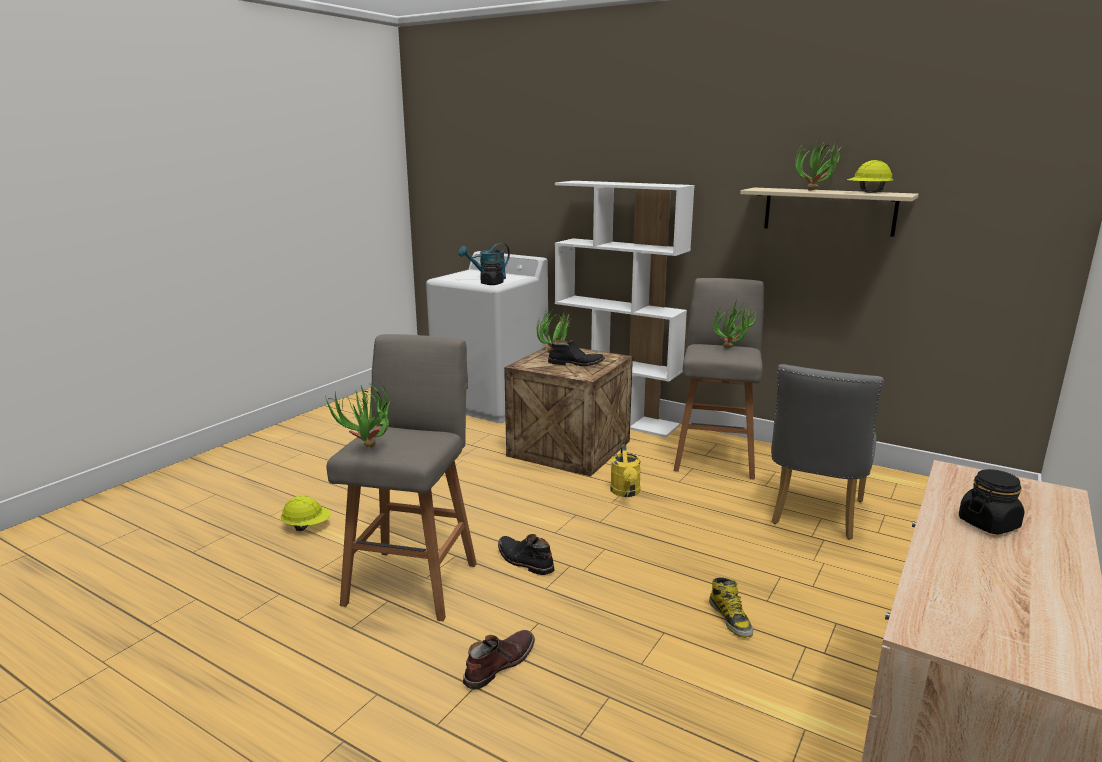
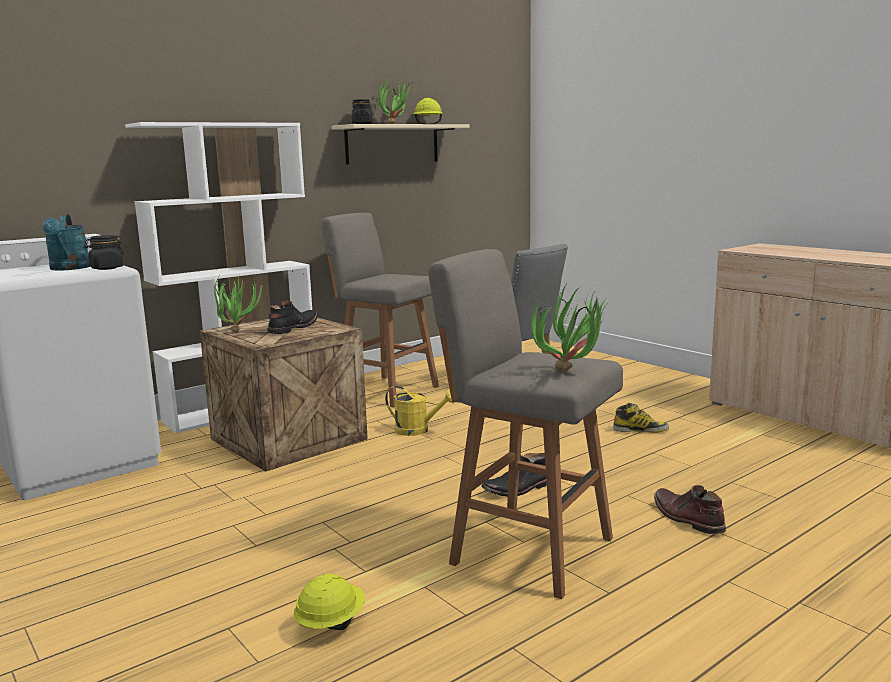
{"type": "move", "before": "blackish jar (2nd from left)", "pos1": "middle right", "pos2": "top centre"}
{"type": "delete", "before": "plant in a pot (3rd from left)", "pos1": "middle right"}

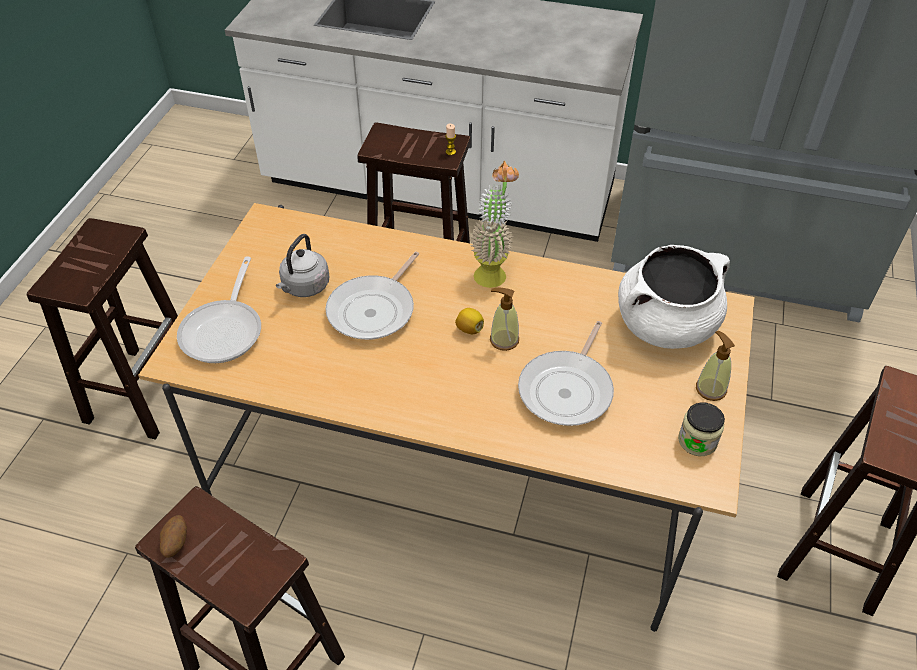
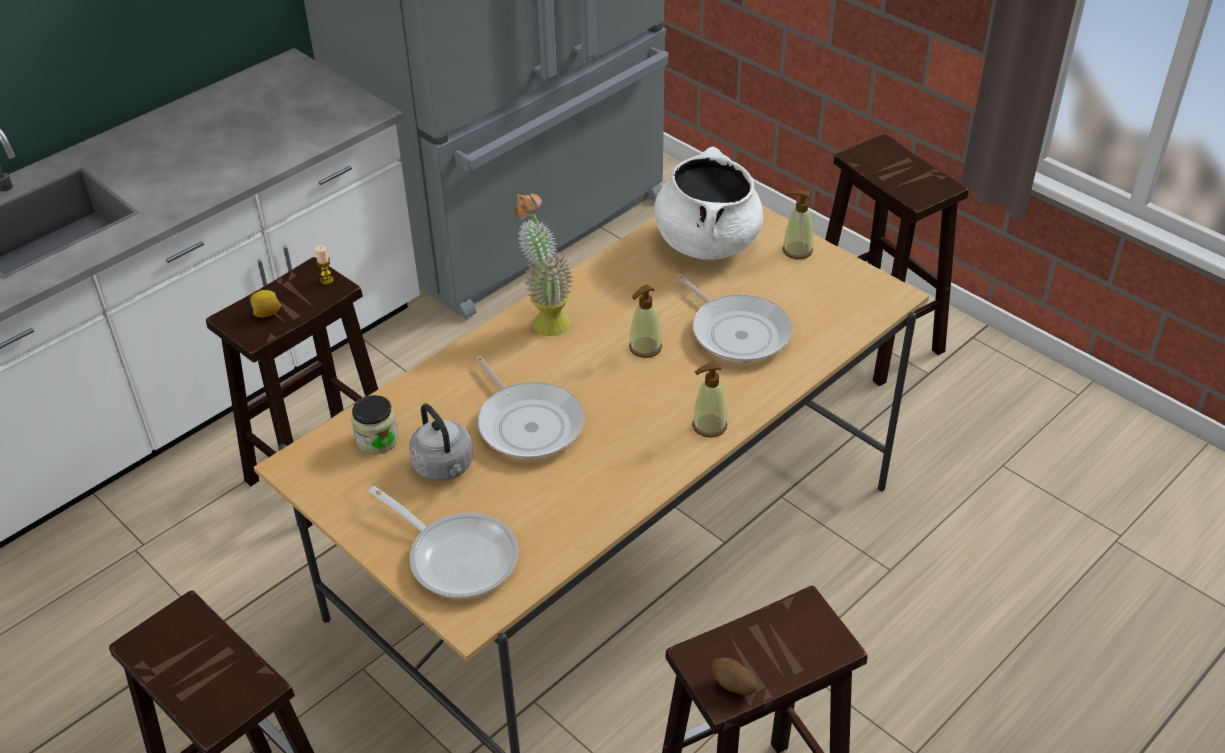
{"type": "move", "before": "lemon", "pos1": "centre", "pos2": "middle left"}
{"type": "move", "before": "jar", "pos1": "middle right", "pos2": "middle left"}
{"type": "insert", "after": "soap dispenser (2nd from left)", "pos2": "centre"}

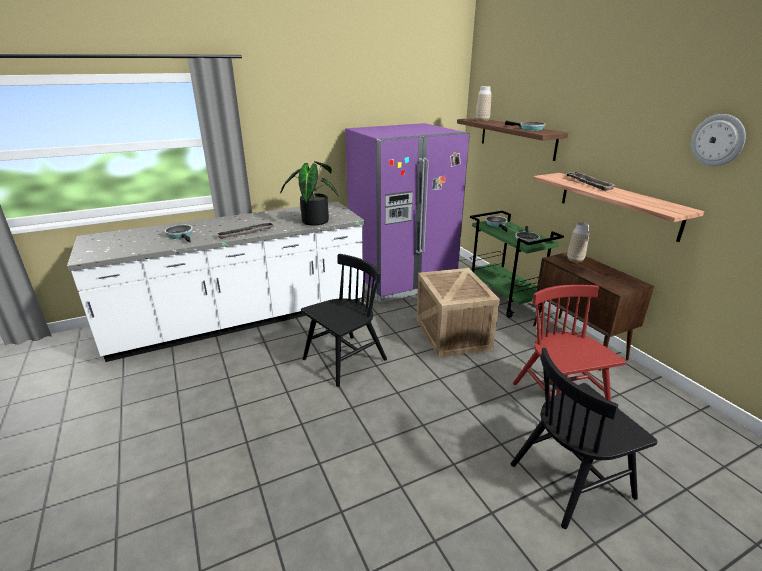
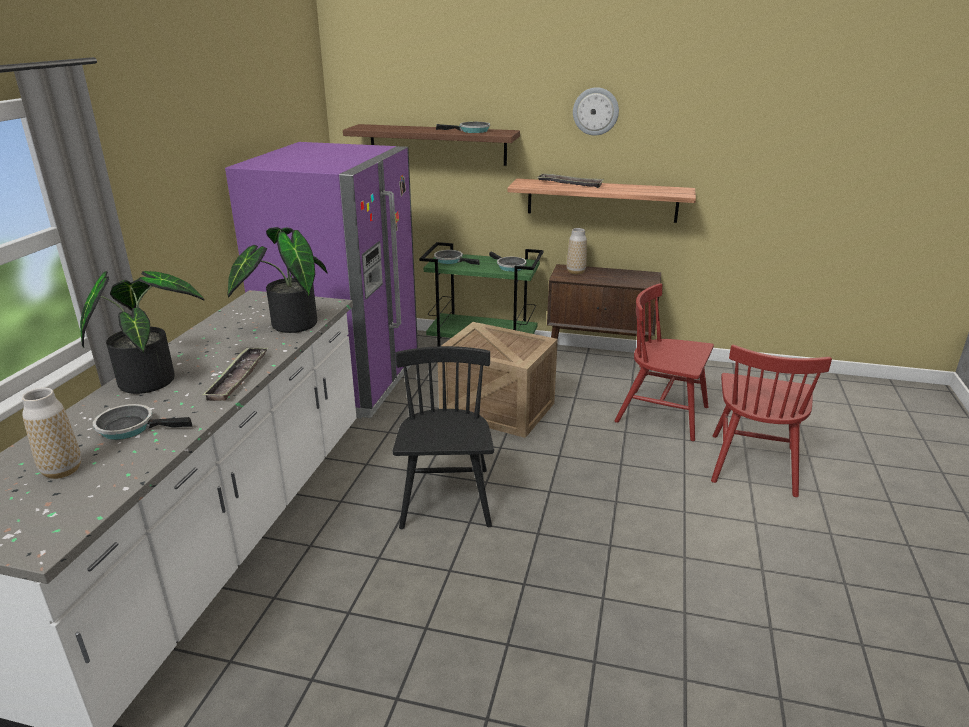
{"type": "move", "before": "flower vase (1st from left)", "pos1": "top centre", "pos2": "middle left"}
{"type": "insert", "after": "plant in a pot (1st from left)", "pos2": "middle left"}
{"type": "move", "before": "clock on the wall", "pos1": "top right", "pos2": "top centre"}
{"type": "recolor", "before": "blackish chair (2nd from left)", "after": "red-coloured chair (2nd from left)", "pos1": "bottom right", "pos2": "middle right"}

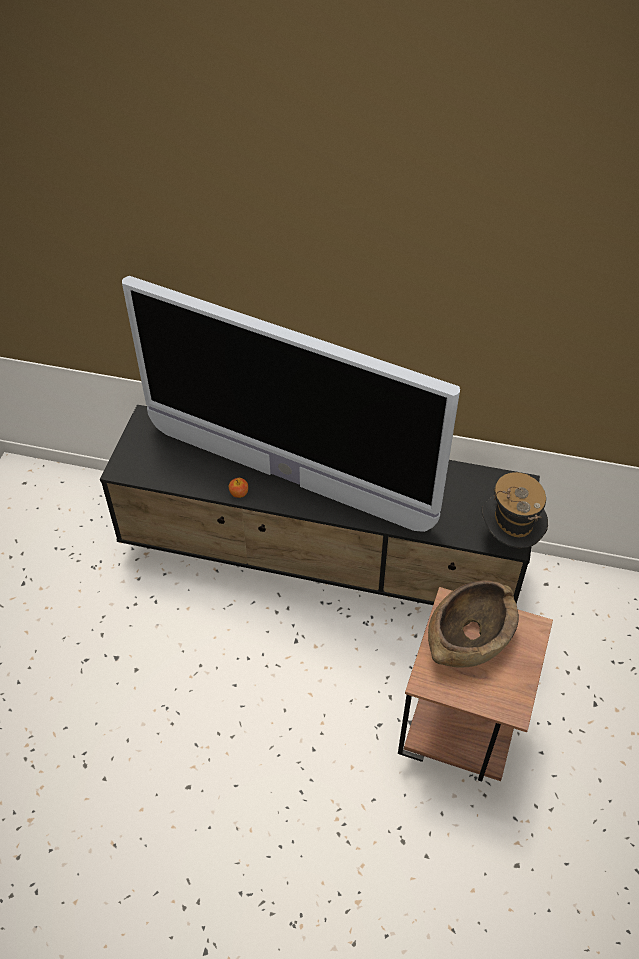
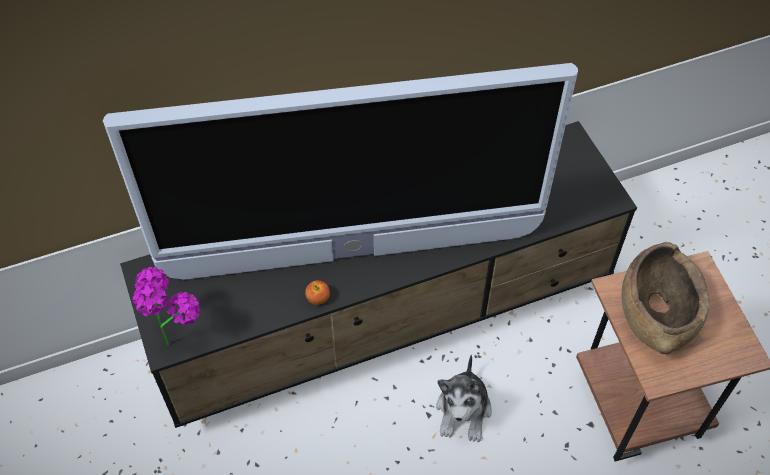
{"type": "insert", "after": "plant in a pot", "pos2": "middle left"}
{"type": "insert", "after": "soft toy", "pos2": "bottom centre"}
{"type": "delete", "before": "wearable hat", "pos1": "middle right"}

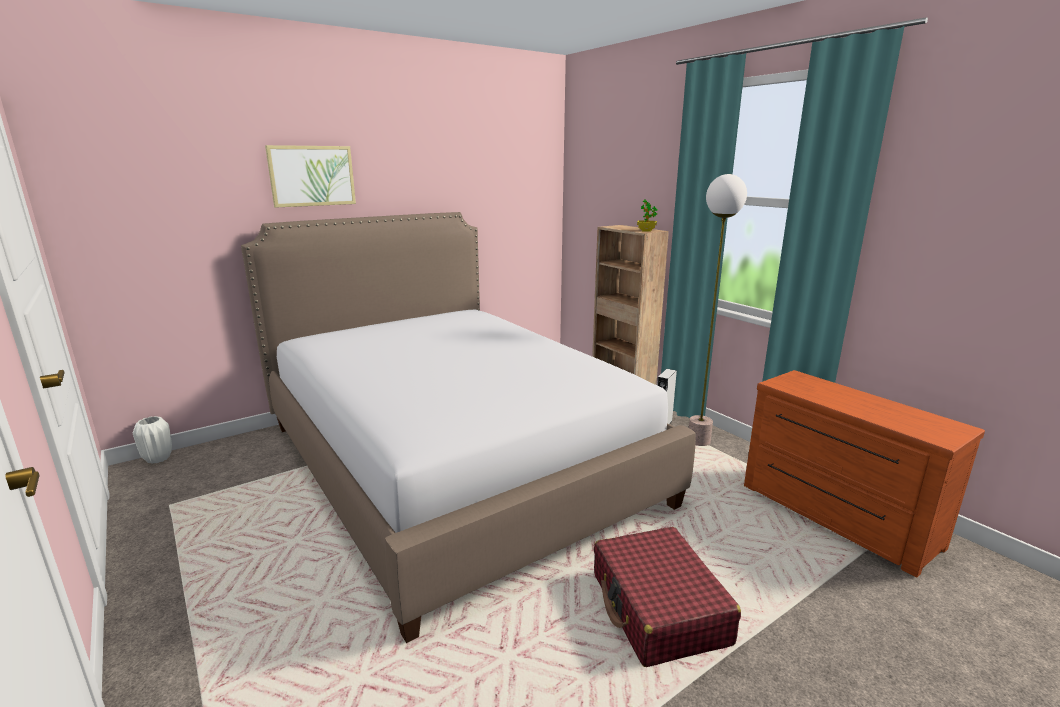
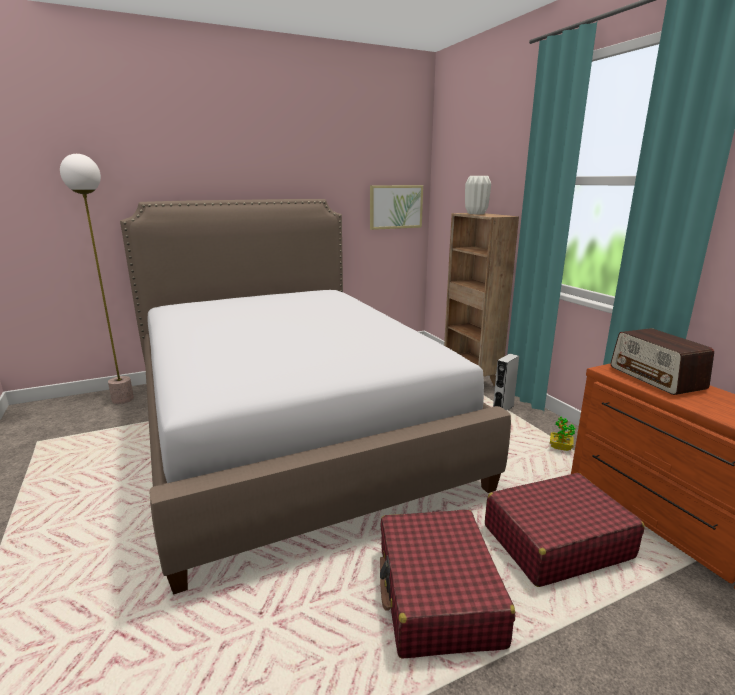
{"type": "move", "before": "standard lamp", "pos1": "middle right", "pos2": "middle left"}
{"type": "move", "before": "wall art", "pos1": "top left", "pos2": "top centre"}
{"type": "move", "before": "white-coloured flower vase", "pos1": "middle left", "pos2": "top centre"}
{"type": "insert", "after": "red-coloured travel case (2nd from left)", "pos2": "bottom right"}
{"type": "move", "before": "plant in a pot", "pos1": "top centre", "pos2": "middle right"}
{"type": "insert", "after": "radio receiver", "pos2": "middle right"}

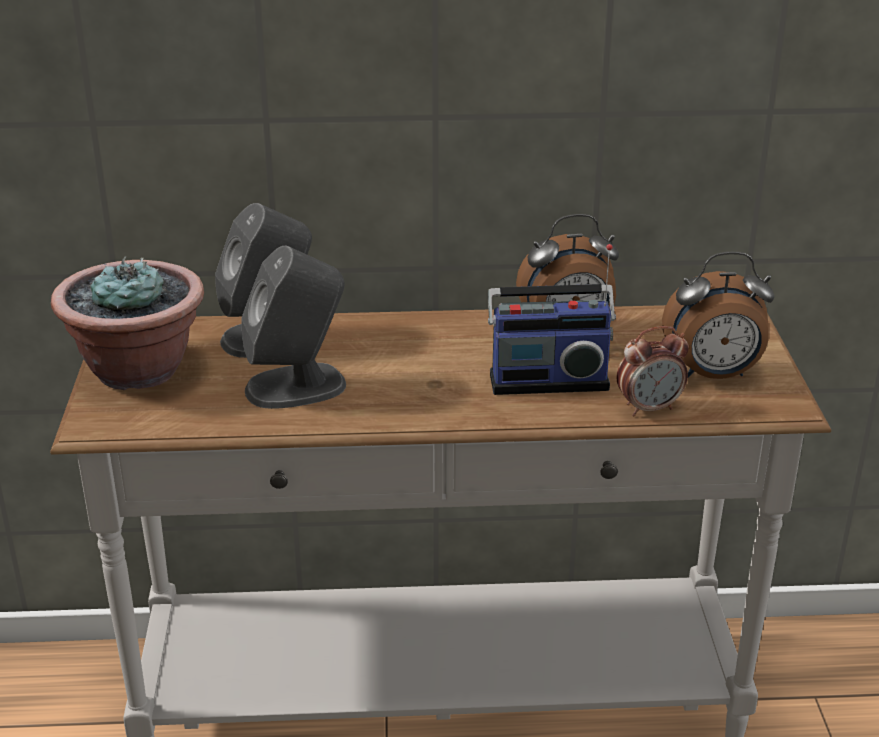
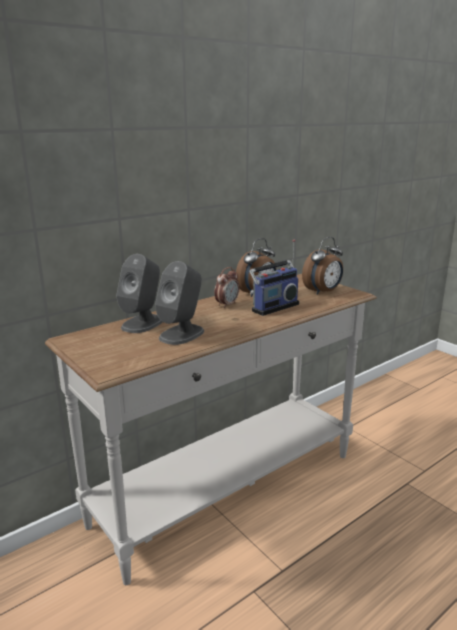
{"type": "move", "before": "bedside clock (2nd from left in the first image)", "after": "bedside clock (1st from left)", "pos1": "middle right", "pos2": "centre"}
{"type": "delete", "before": "plant in a pot", "pos1": "middle left"}

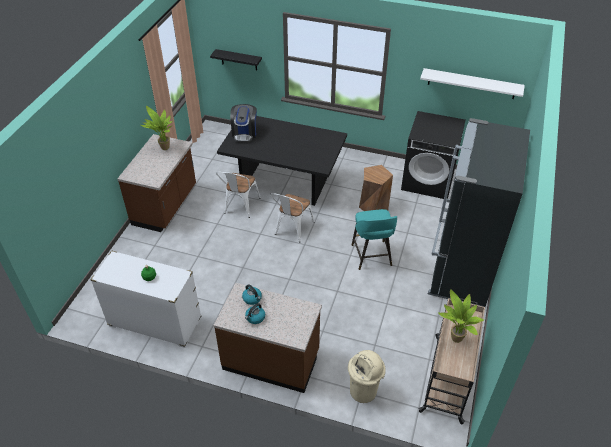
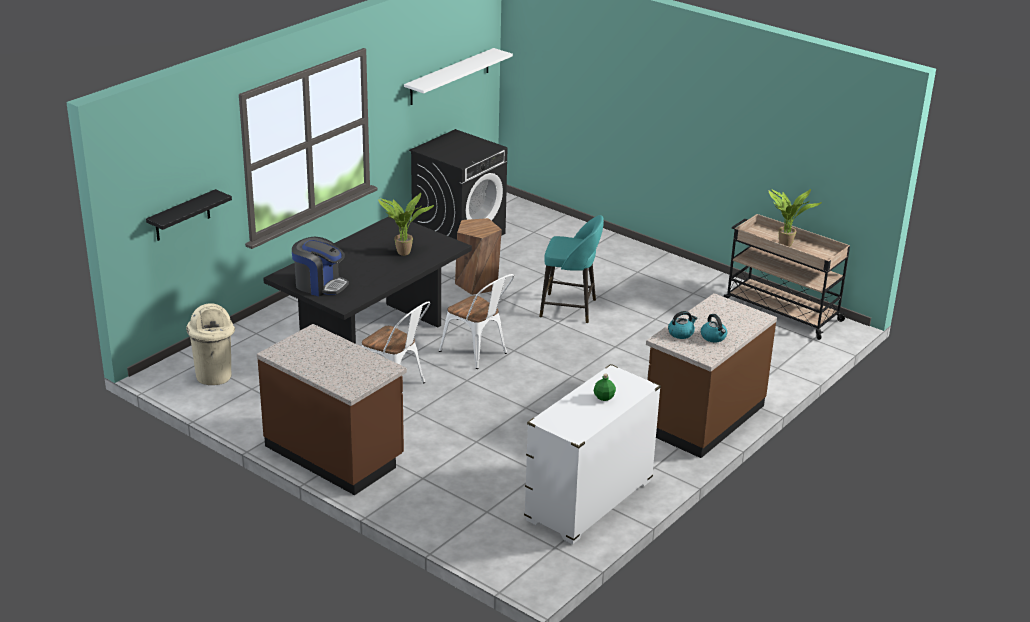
{"type": "move", "before": "beige rubbish bin", "pos1": "bottom centre", "pos2": "middle left"}
{"type": "move", "before": "plant in a pot (1st from left)", "pos1": "top left", "pos2": "centre"}
{"type": "delete", "before": "blackish kitchen fridge", "pos1": "middle right"}

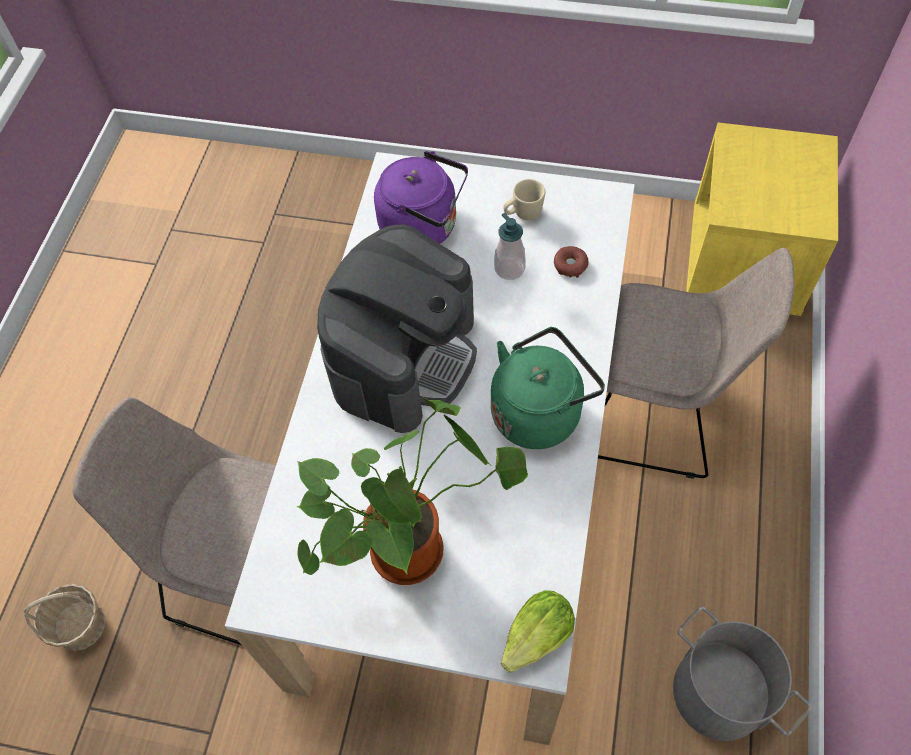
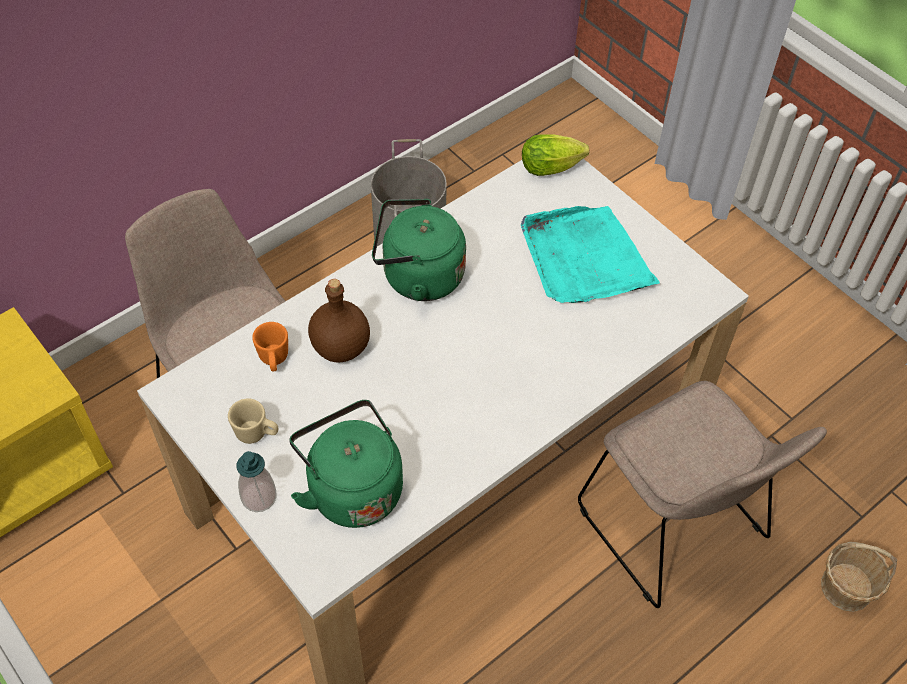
{"type": "move", "before": "soap dispenser", "pos1": "top centre", "pos2": "bottom left"}
{"type": "replace", "before": "ring doughnut", "after": "orange-coloured tea mug", "pos1": "centre", "pos2": "middle left"}
{"type": "recolor", "before": "purple tea kettle", "after": "green tea kettle (1st from left)", "pos1": "top centre", "pos2": "bottom centre"}
{"type": "insert", "after": "brownish drink bottle", "pos2": "centre"}
{"type": "replace", "before": "plant in a pot", "after": "turquoise-coloured carrying tray", "pos1": "centre", "pos2": "centre"}
{"type": "delete", "before": "coffee machine", "pos1": "centre"}

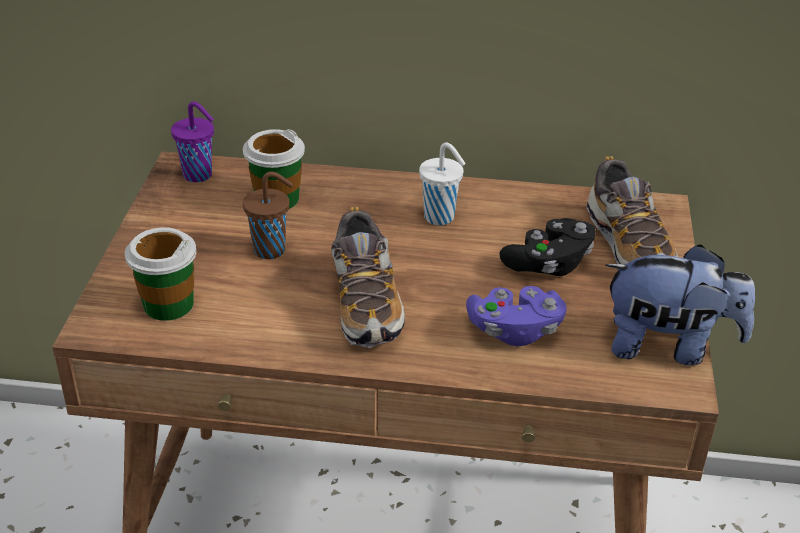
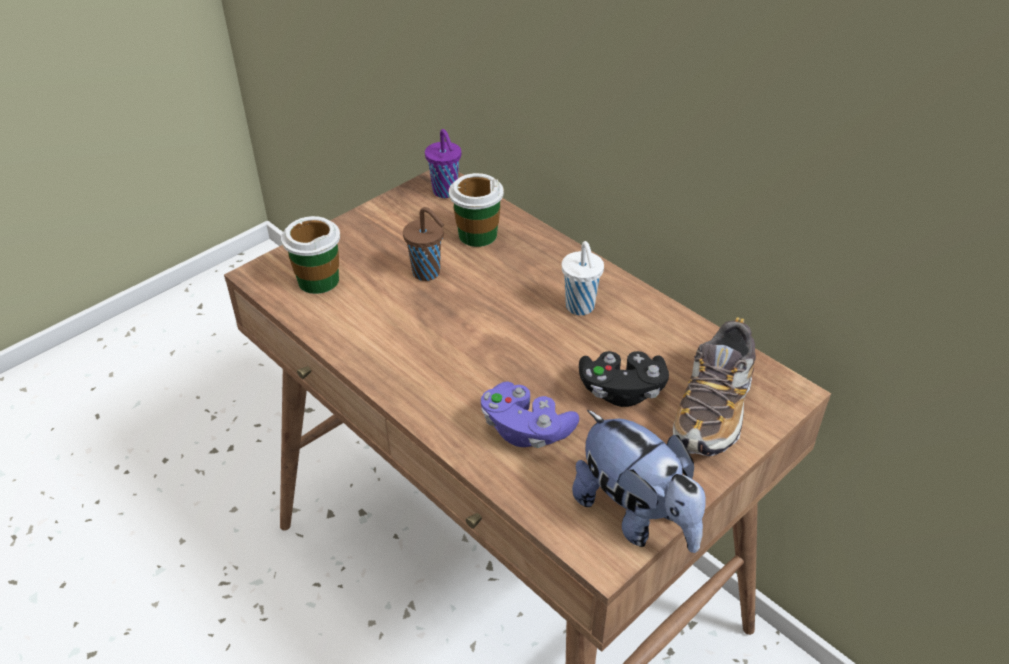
{"type": "delete", "before": "shoe (1st from left)", "pos1": "centre"}

